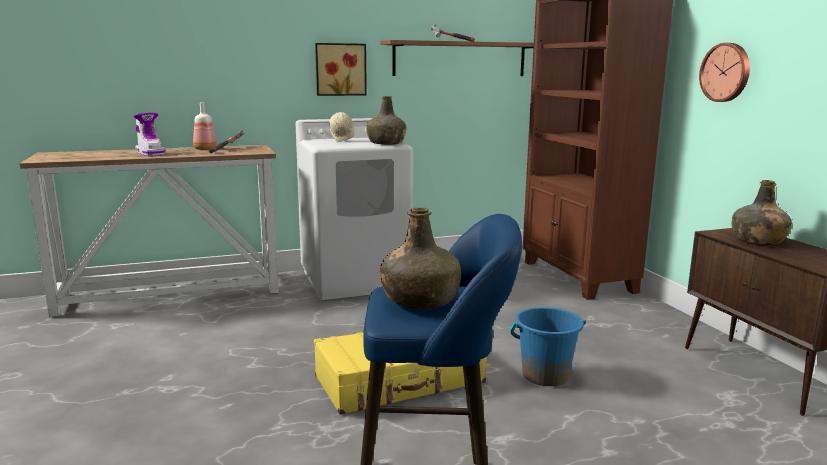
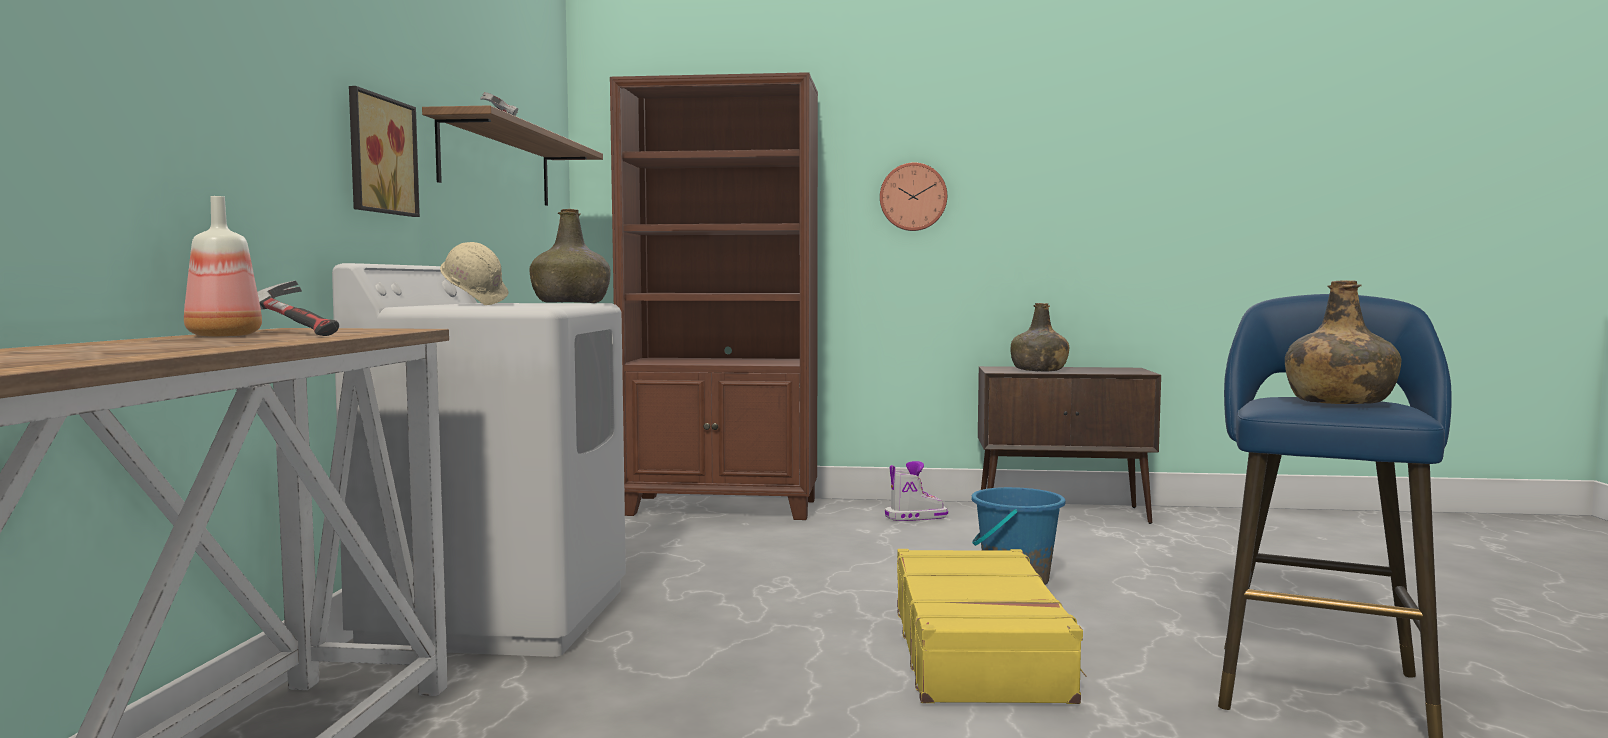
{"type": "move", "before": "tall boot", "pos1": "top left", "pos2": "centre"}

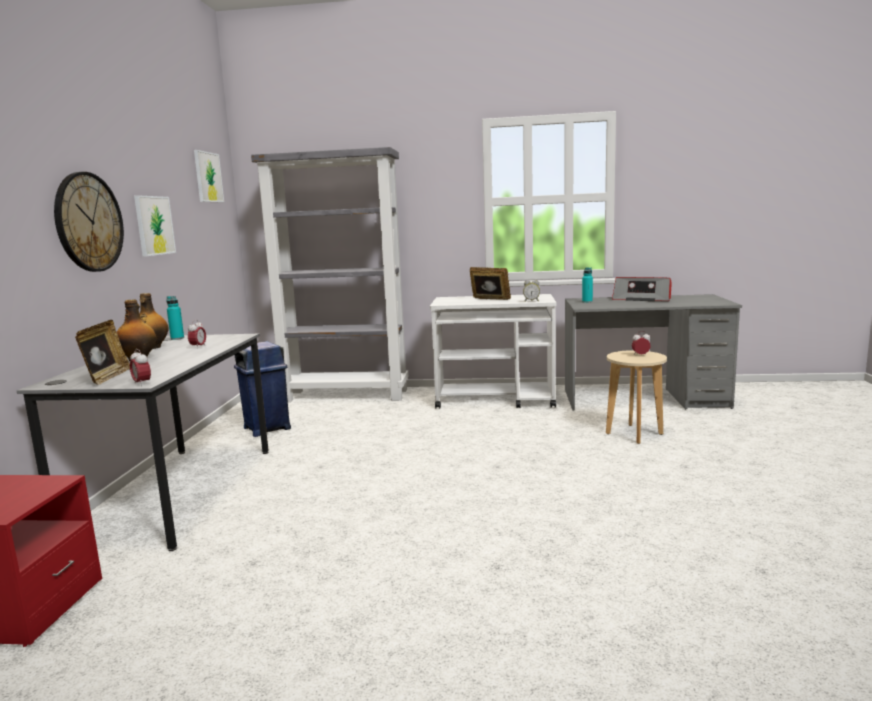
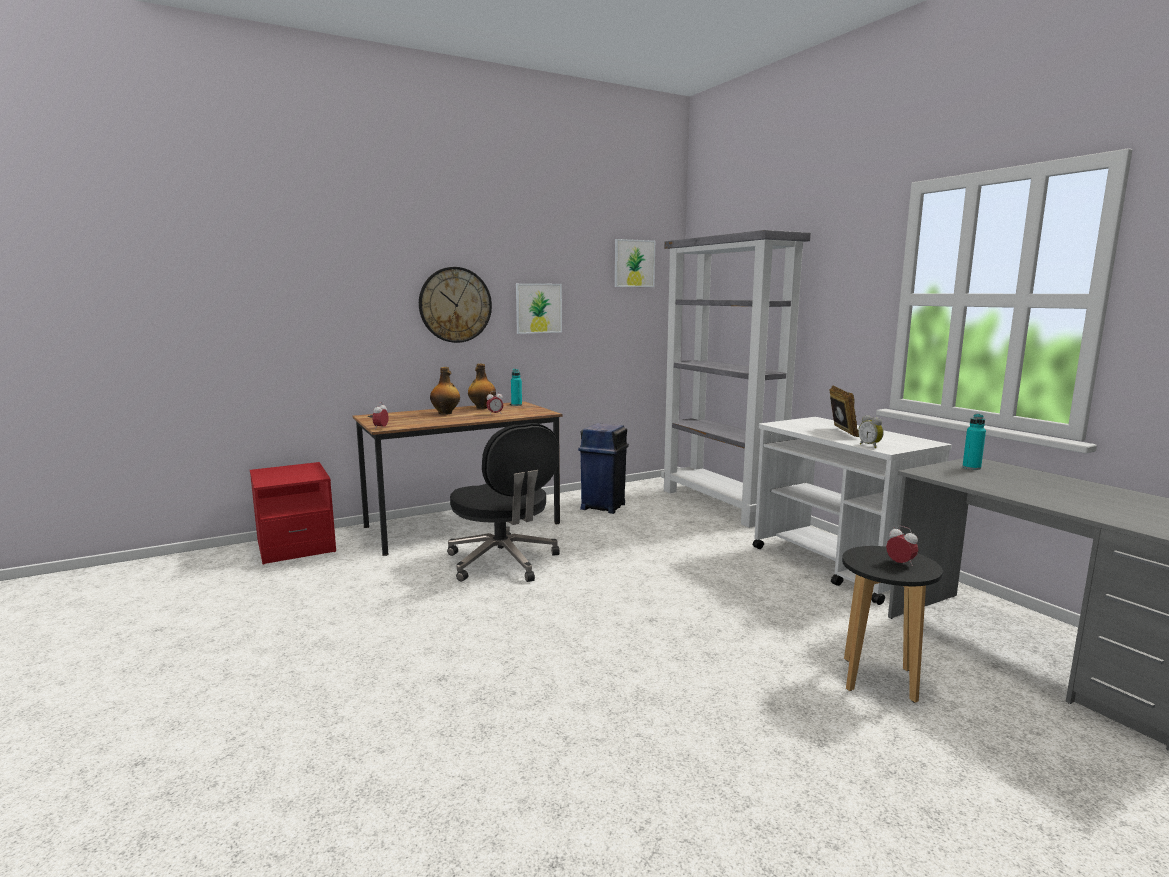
{"type": "recolor", "before": "grey desk (1st from left)", "after": "brownish desk", "pos1": "middle left", "pos2": "centre"}
{"type": "insert", "after": "blackish computer chair", "pos2": "centre"}
{"type": "recolor", "before": "beige stool", "after": "blackish stool", "pos1": "middle right", "pos2": "bottom right"}
{"type": "delete", "before": "standing frame (1st from left)", "pos1": "middle left"}
{"type": "delete", "before": "radio receiver", "pos1": "middle right"}

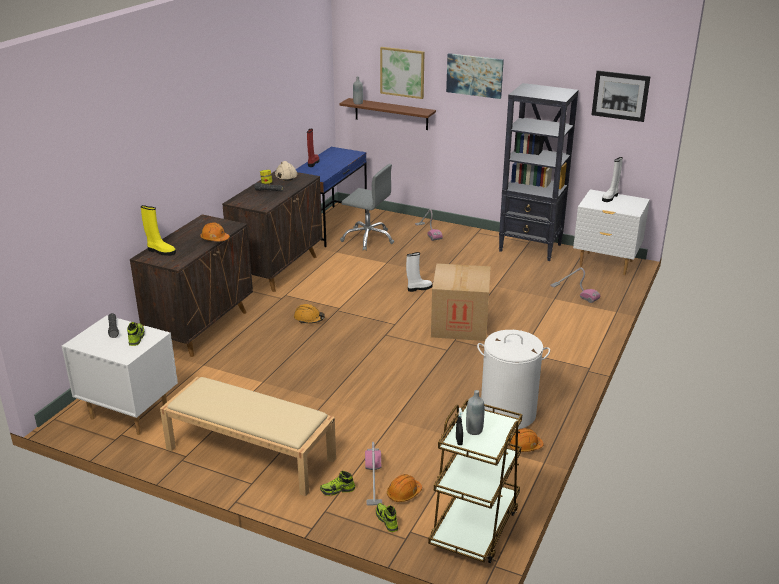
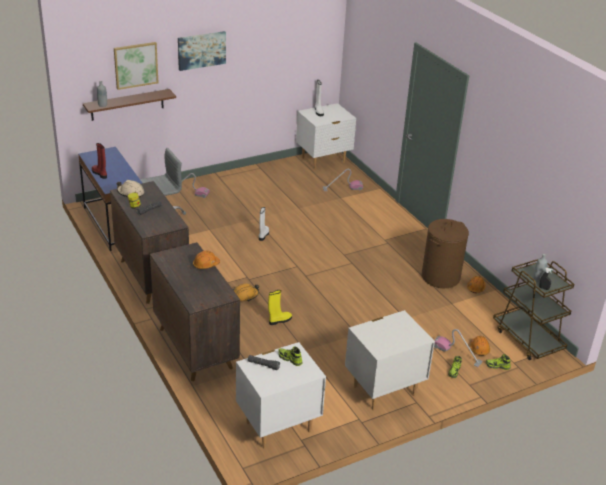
{"type": "move", "before": "yellow tall boot", "pos1": "middle left", "pos2": "centre"}
{"type": "replace", "before": "beige indoor bench", "after": "white-coloured nightstand (3rd from left)", "pos1": "bottom left", "pos2": "bottom centre"}
{"type": "recolor", "before": "white-coloured hamper", "after": "brownish hamper", "pos1": "centre", "pos2": "middle right"}
{"type": "delete", "before": "carton", "pos1": "centre"}
{"type": "delete", "before": "blackish bookshelf", "pos1": "top right"}
{"type": "delete", "before": "wall art (3rd from left)", "pos1": "top right"}

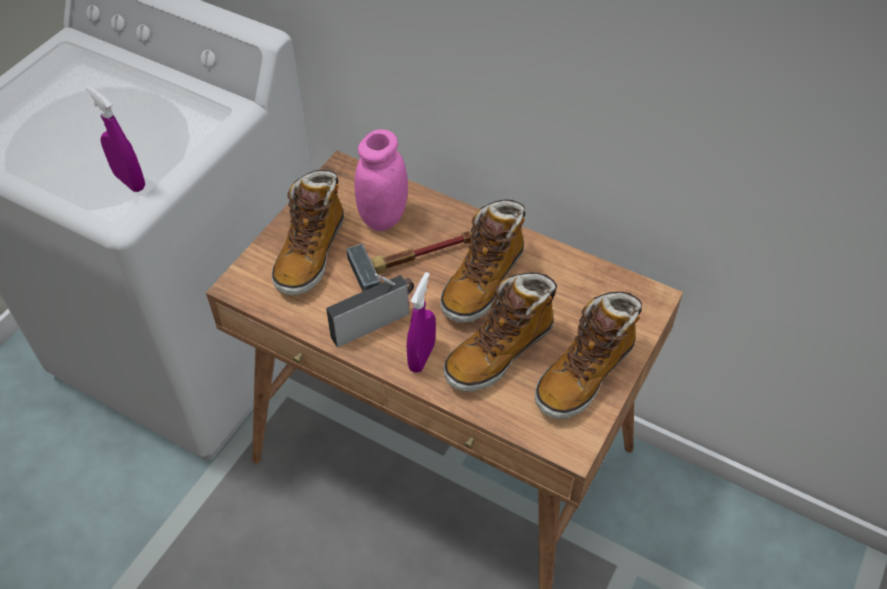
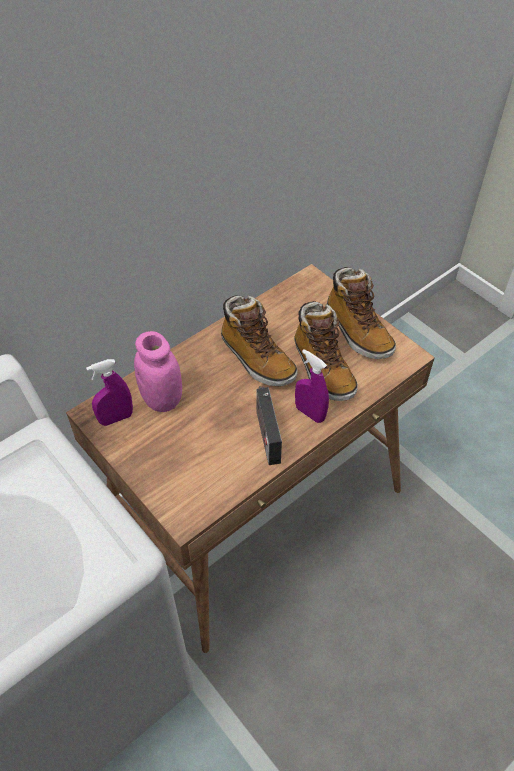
{"type": "move", "before": "purple spray bottle (1st from left)", "pos1": "top left", "pos2": "middle left"}
{"type": "delete", "before": "tall boot (1st from left)", "pos1": "centre"}
{"type": "delete", "before": "tool hammer", "pos1": "centre"}

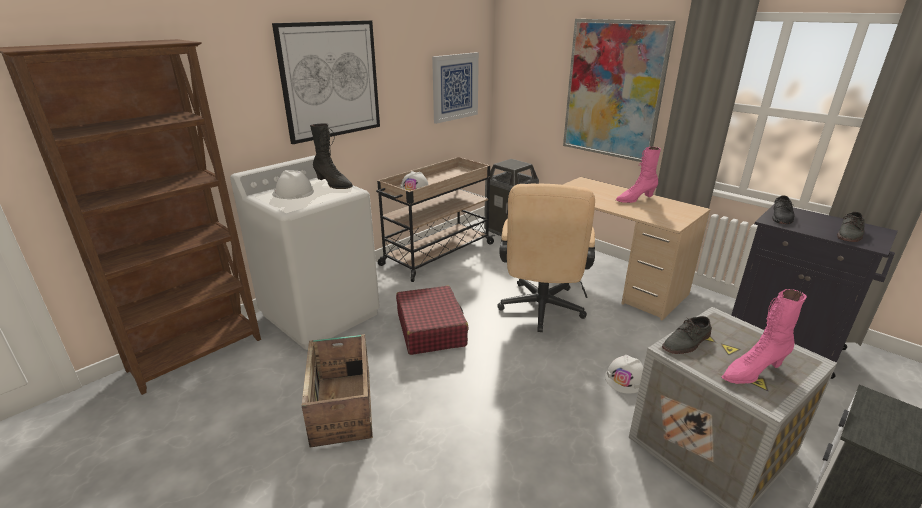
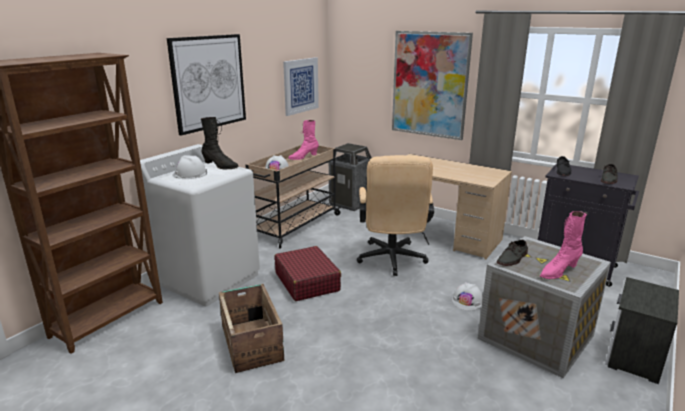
{"type": "move", "before": "pinkish tall boot (1st from left)", "pos1": "middle right", "pos2": "centre"}

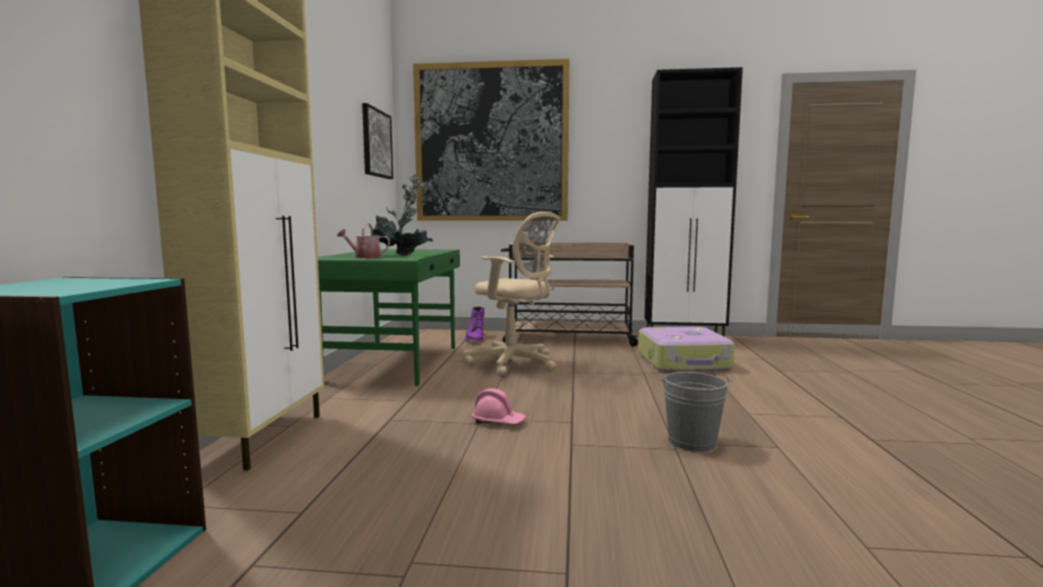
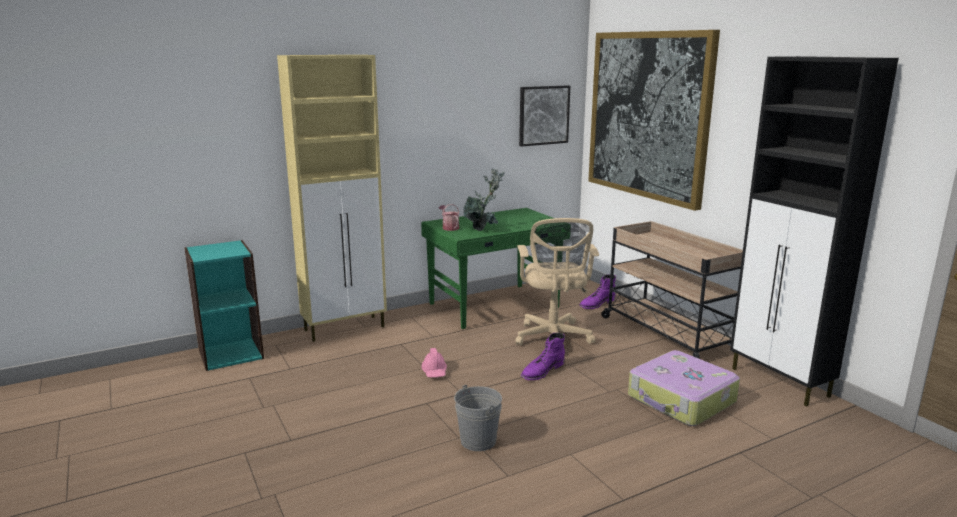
{"type": "insert", "after": "purple tall boot (1st from left)", "pos2": "bottom centre"}

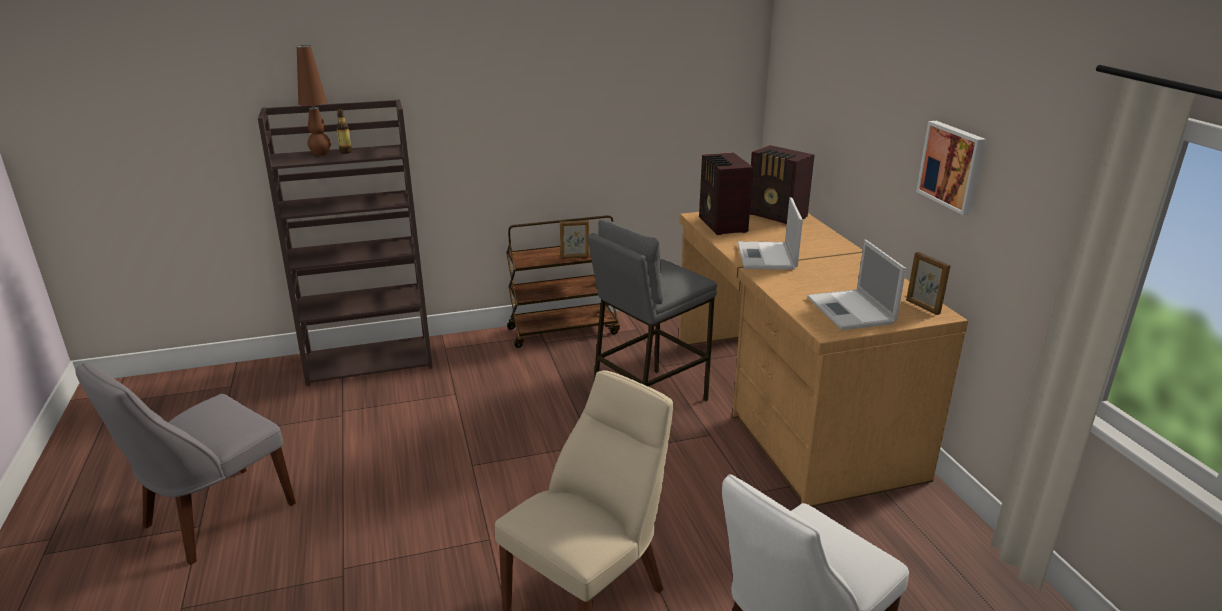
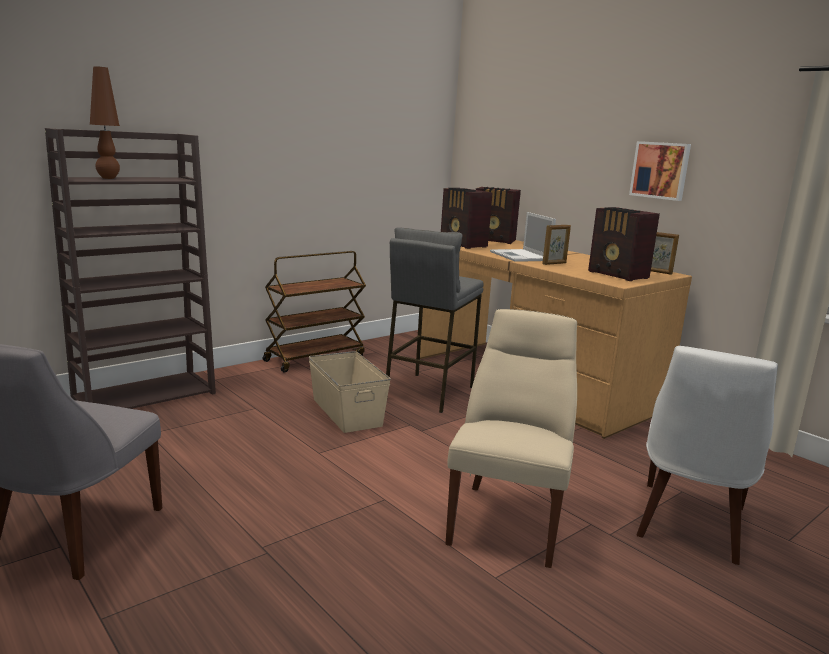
{"type": "insert", "after": "beige storage bin", "pos2": "centre"}
{"type": "move", "before": "standing frame (1st from left)", "pos1": "centre", "pos2": "middle right"}
{"type": "replace", "before": "portable computer (2nd from left)", "after": "radio receiver (3rd from left)", "pos1": "middle right", "pos2": "middle right"}
{"type": "delete", "before": "drink bottle", "pos1": "top left"}

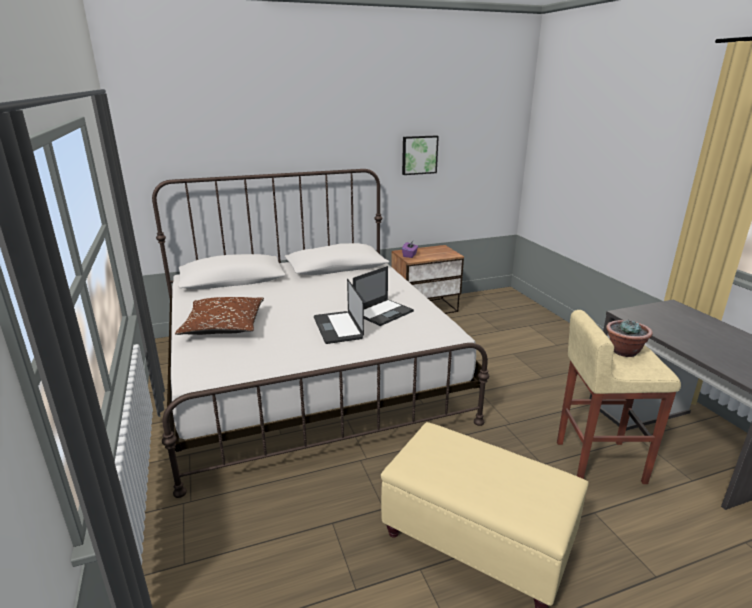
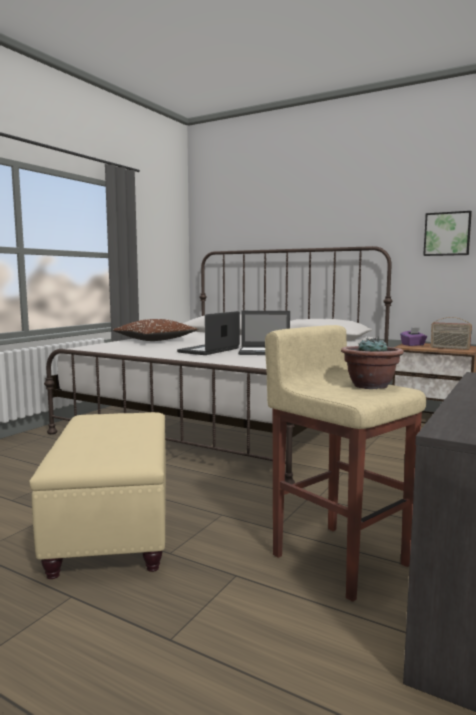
{"type": "insert", "after": "radio receiver", "pos2": "middle right"}

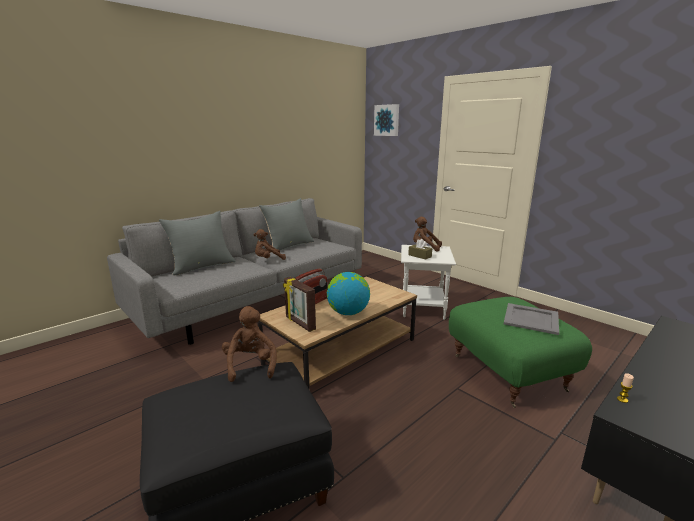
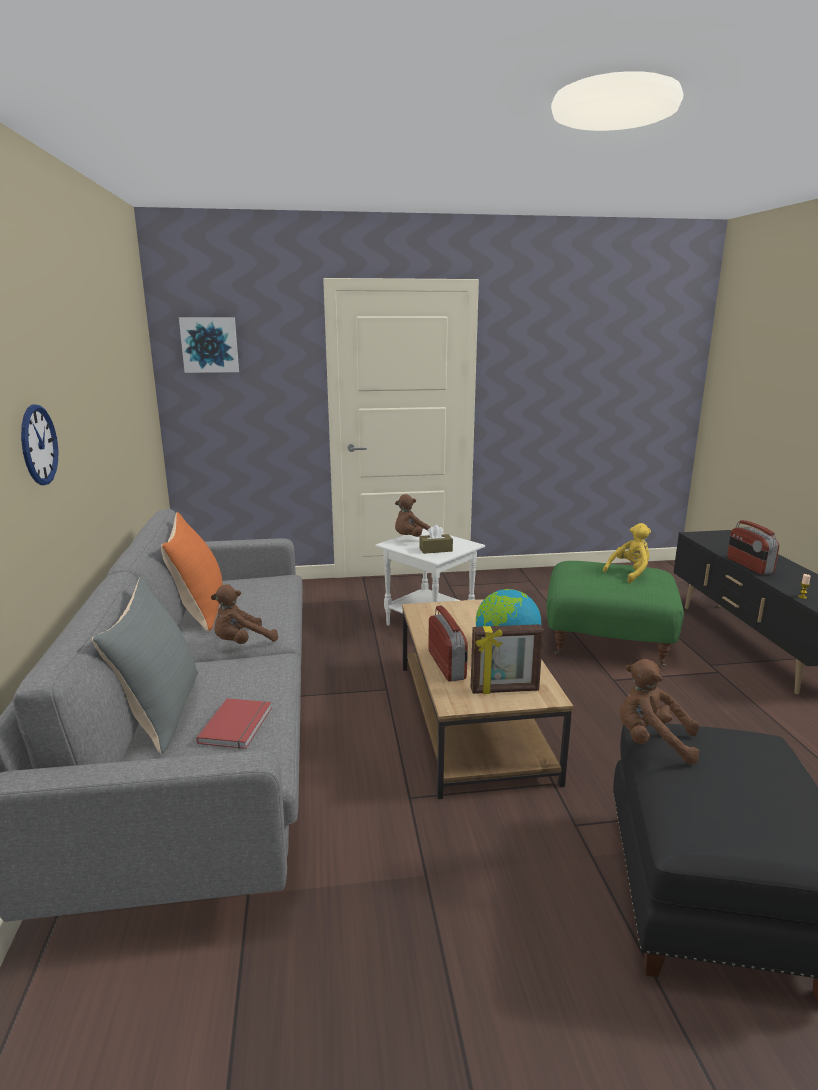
{"type": "insert", "after": "clock on the wall", "pos2": "middle left"}
{"type": "recolor", "before": "grey pillow (2nd from left)", "after": "orange-coloured pillow", "pos1": "centre", "pos2": "middle left"}
{"type": "insert", "after": "red-coloured volume", "pos2": "middle left"}
{"type": "rotate", "before": "brownish soft toy (2nd from left in the first image)", "pos1": "centre", "pos2": "middle left", "turn": 45}
{"type": "replace", "before": "grey carrying tray", "after": "yellow soft toy", "pos1": "middle right", "pos2": "middle right"}
{"type": "insert", "after": "radio receiver (2nd from left)", "pos2": "middle right"}

